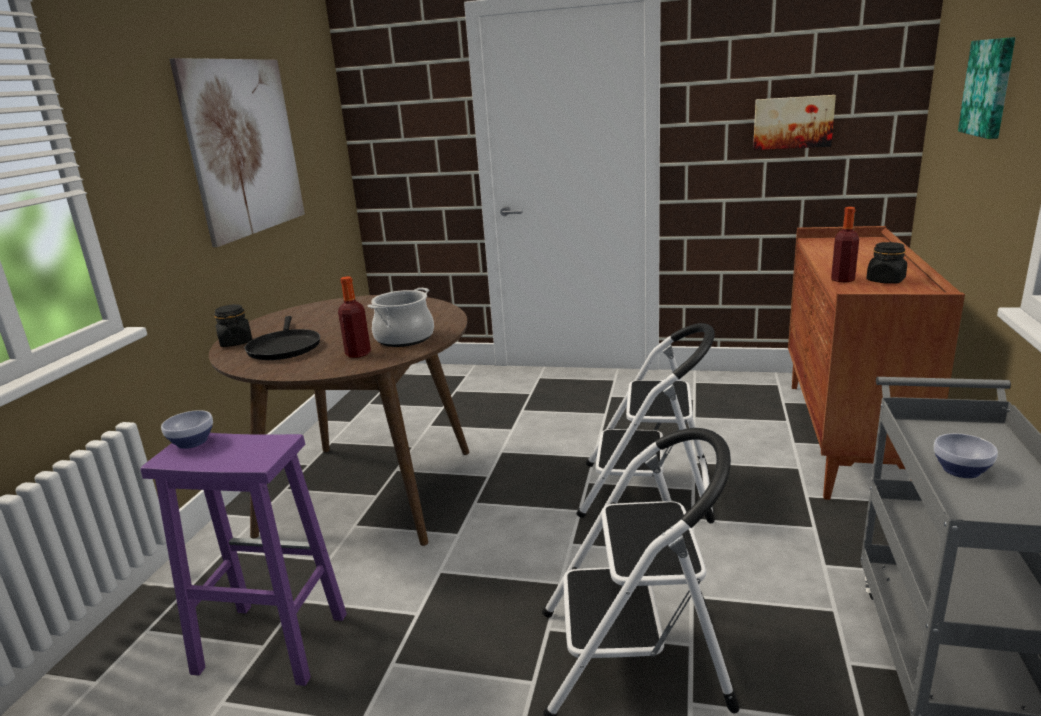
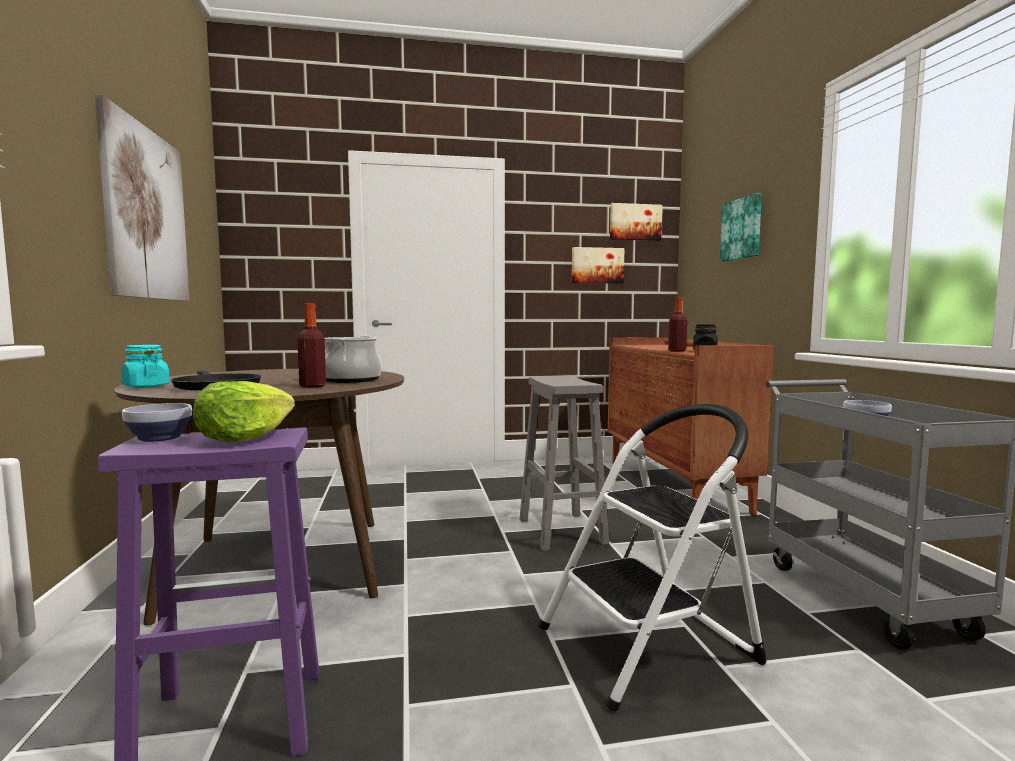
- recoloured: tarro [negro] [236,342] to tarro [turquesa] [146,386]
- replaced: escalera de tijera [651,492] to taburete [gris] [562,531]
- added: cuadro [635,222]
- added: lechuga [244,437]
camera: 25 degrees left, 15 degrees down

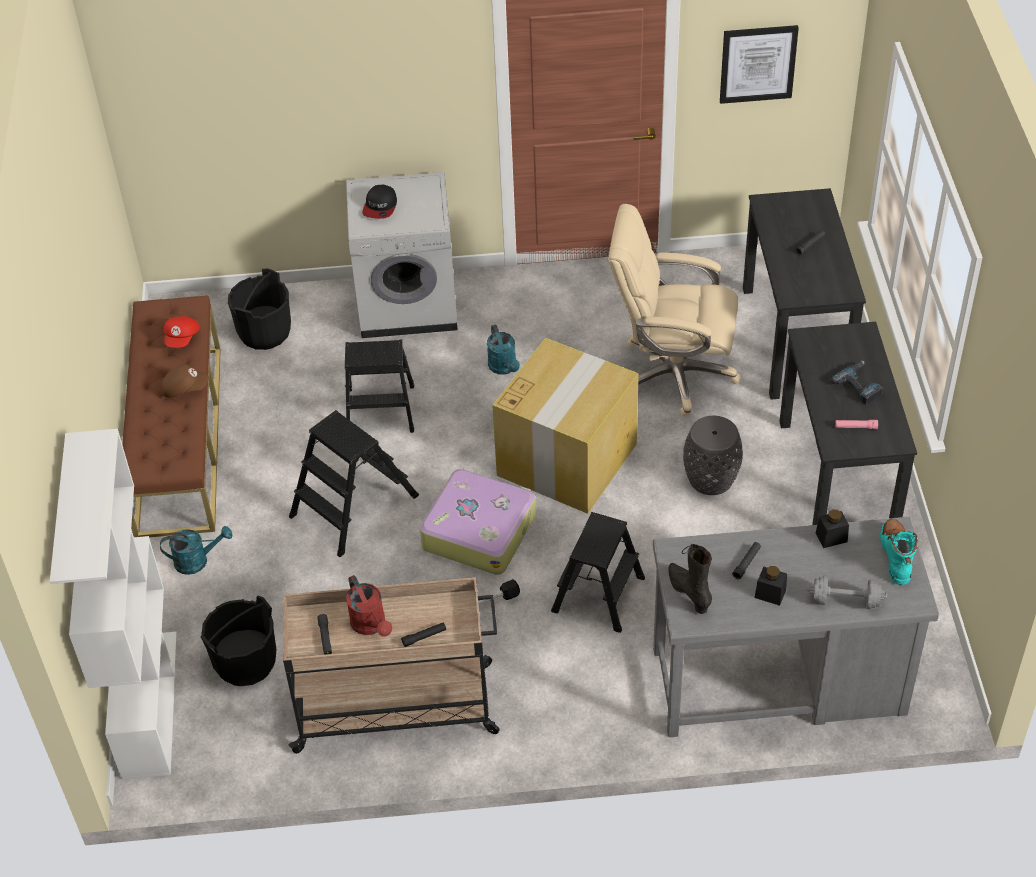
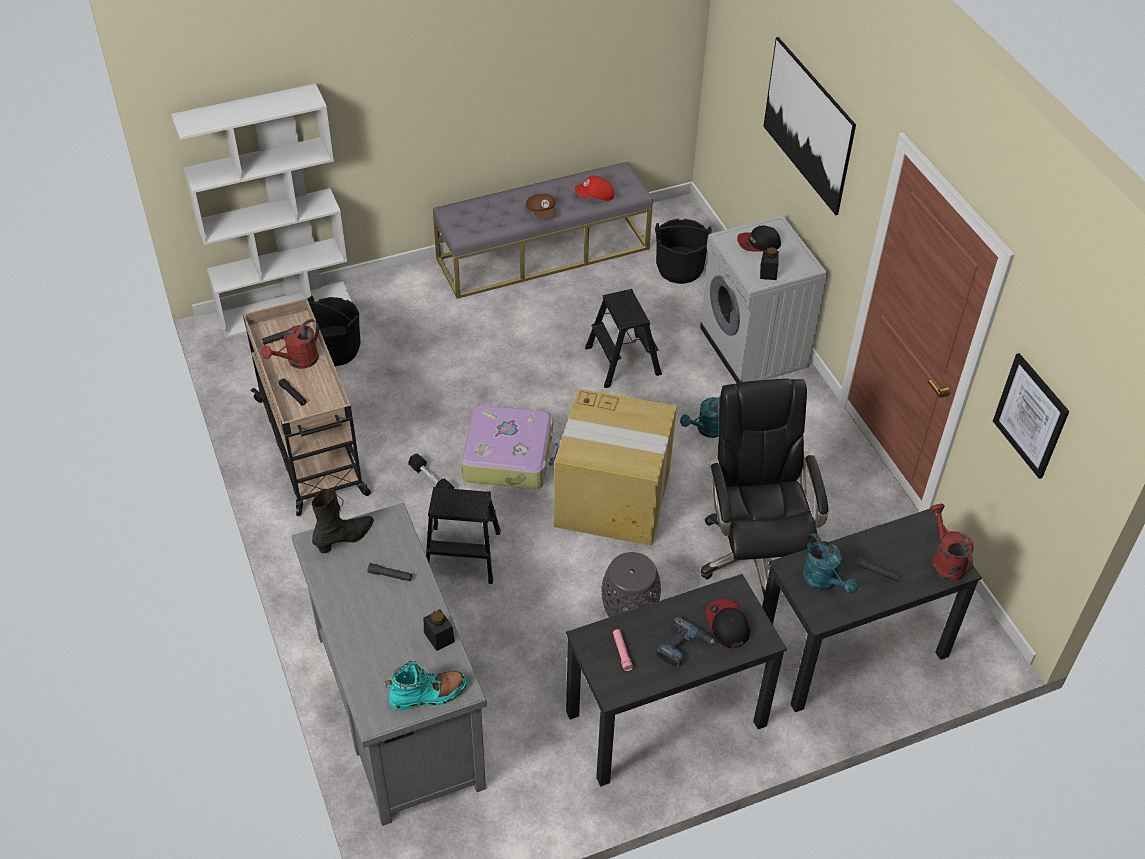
- recoloured: silla de oficina [beis] [673,374] to silla de oficina [negro] [754,556]
- recoloured: banco [marrón] [179,439] to banco [gris] [543,253]
- removed: escalera de tijera [negro] [354,506]
- moved: regadera [turquesa] [197,561] to [824,582]
- moved: tarro [negro] [770,593] to [768,272]
- removed: mancuerna [gris] [845,601]
- added: cuadro [808,125]
- added: regadera [rojo] [945,560]
- added: gorra [727,624]
camera: 70 degrees right, 0 degrees up

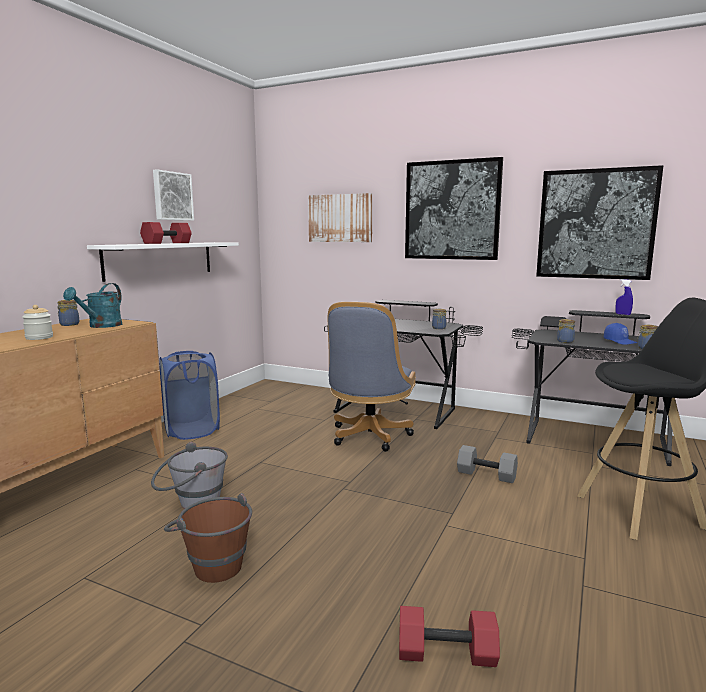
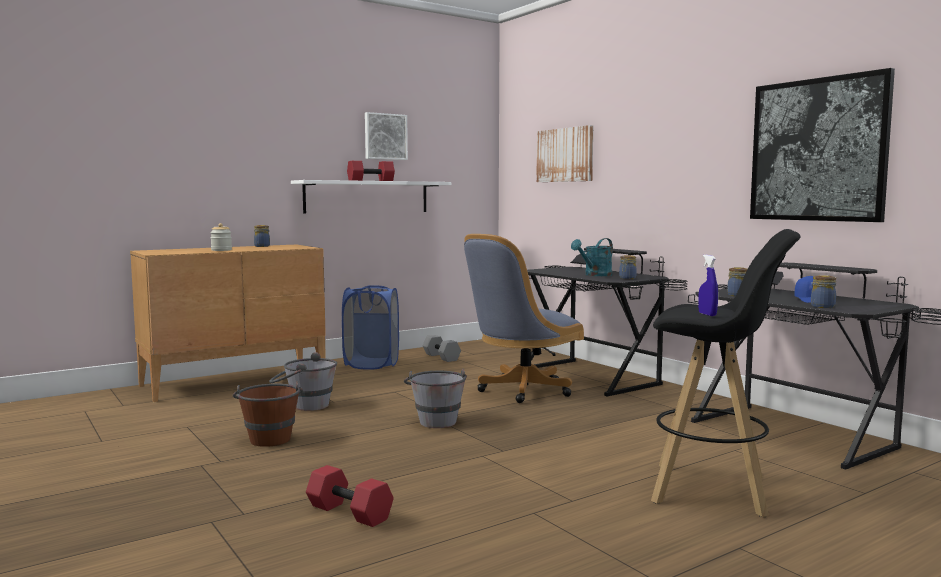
- removed: cuadro [452,210]
- moved: pulverizador [azul] [622,314] to [707,314]
- moved: regadera [turquesa] [101,326] to [595,275]
- moved: mancuerna [gris] [485,475] to [440,357]
- added: cubo [gris] [436,420]
camera: 30 degrees right, 5 degrees down

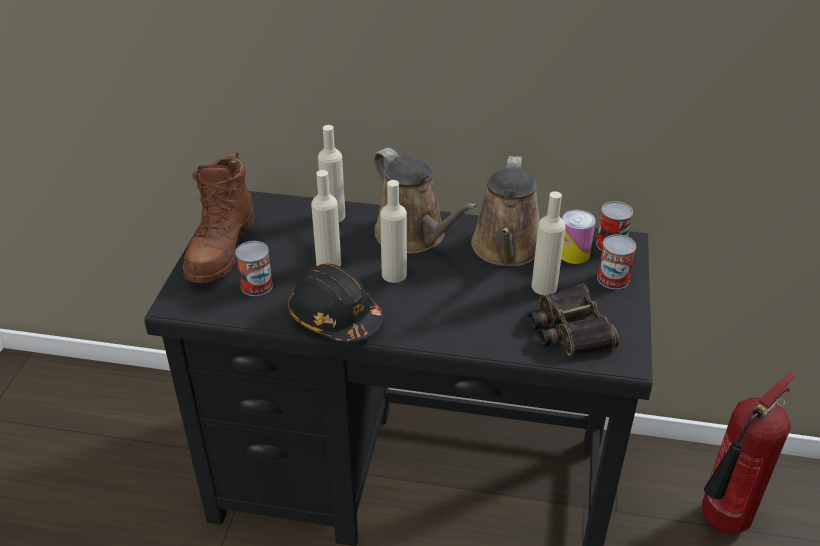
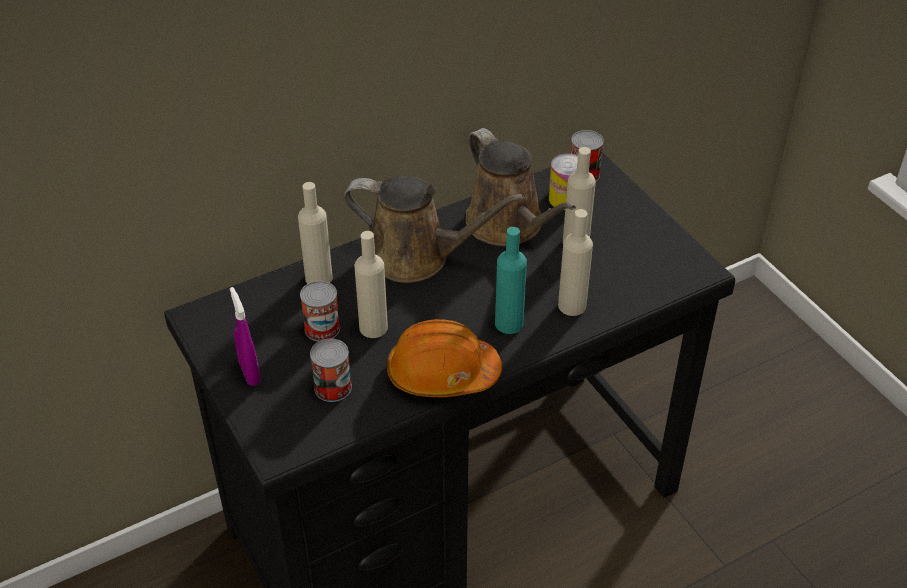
- replaced: bota [marrón] [221,248] to pulverizador [morado] [250,373]
- moved: botella [beis] [394,274] to [572,305]
- moved: lata [613,279] to [322,328]
- recoloured: casco [negro] [335,318] to casco [naranja] [442,374]
- removed: prismáticos [568,329]
- removed: extintor [721,523]
- added: botella [turquesa] [509,323]
camera: 40 degrees left, 5 degrees up

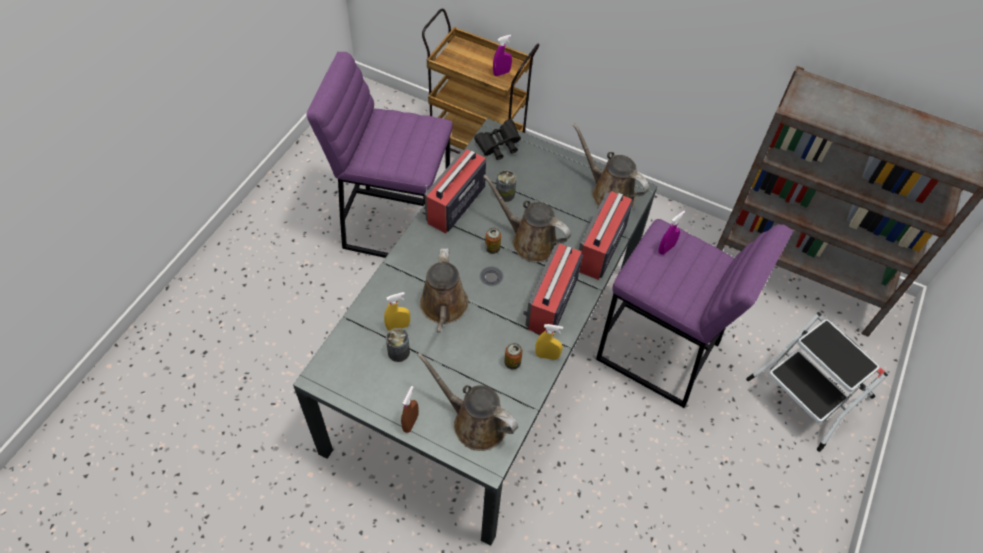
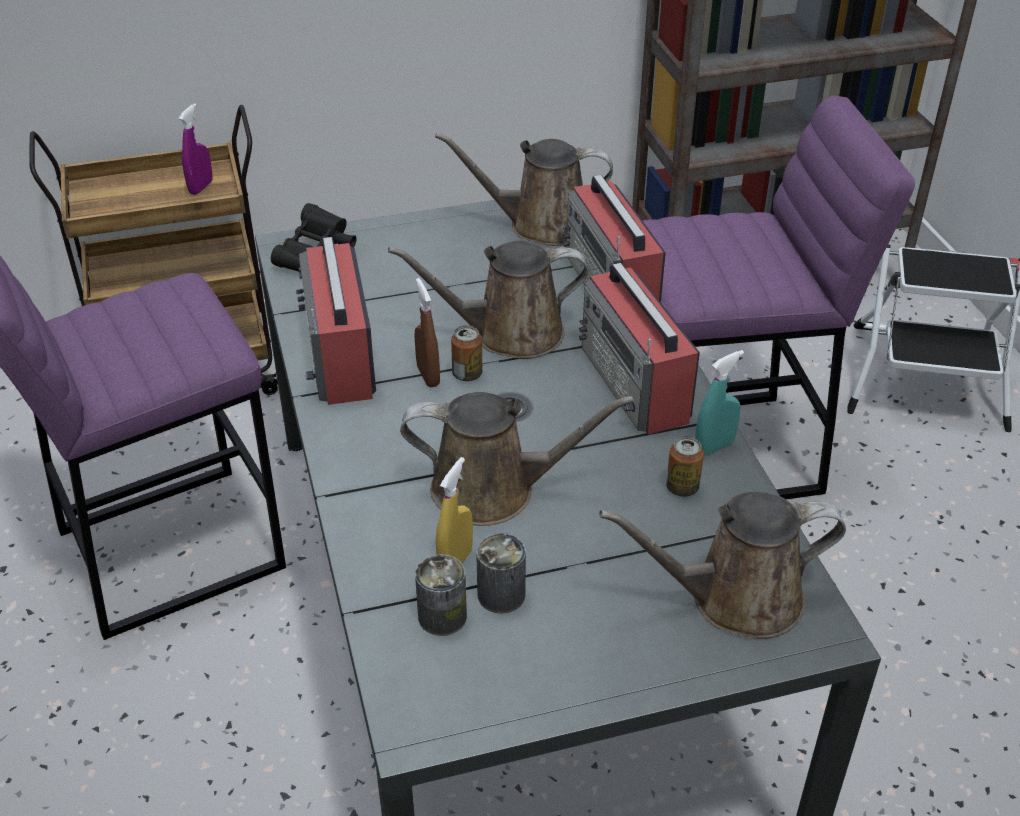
- moved: lata [505,194] to [442,616]
- removed: pulverizador [morado] [666,249]
- turned: regadera [marrón] [444,308] = [494,490] 45 degrees counterclockwise
- recoloured: pulverizador [amarillo] [547,355] to pulverizador [turquesa] [714,447]
- moved: pulverizador [marrón] [410,422] to [428,376]
camera: 40 degrees left, 15 degrees down

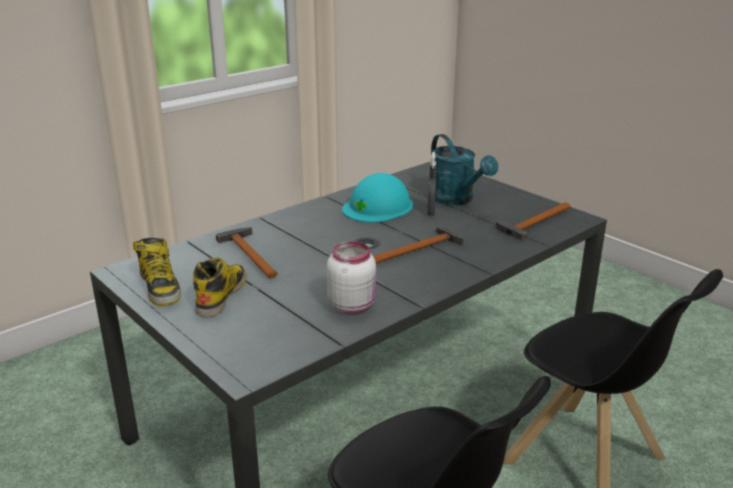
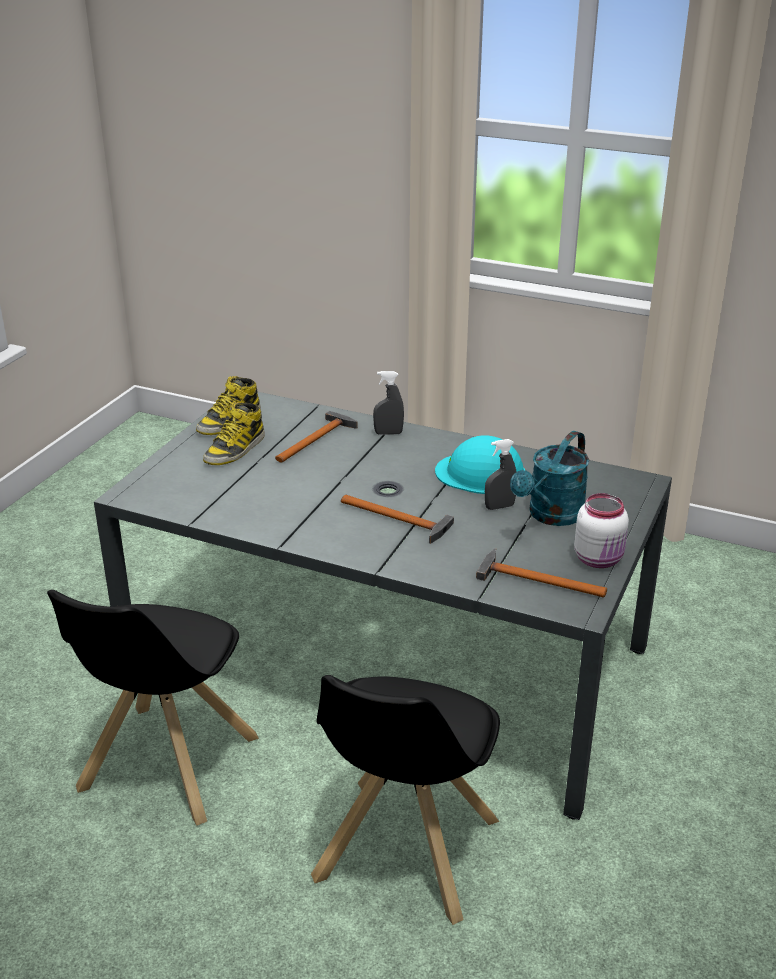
- moved: tarro [blanco] [352,306] to [599,559]
- turned: bota [221,295] = [235,450] 135 degrees clockwise
- added: pulverizador [gris] [388,433]
camera: 65 degrees right, 5 degrees up

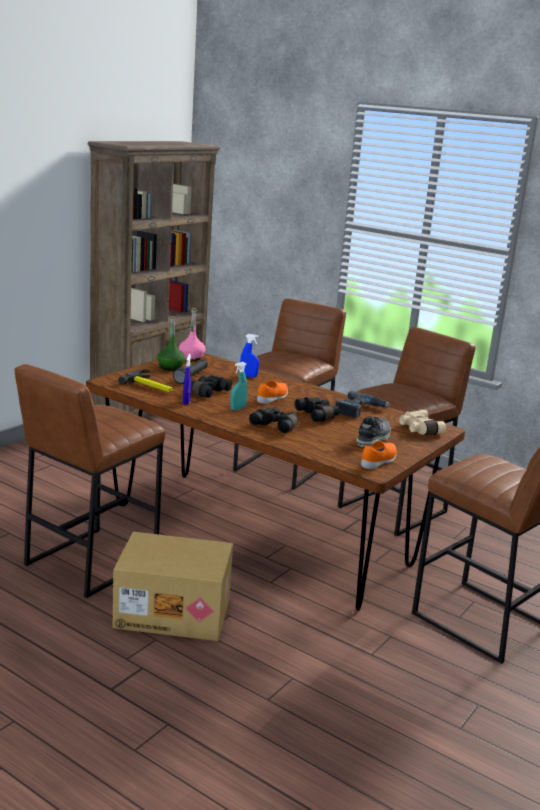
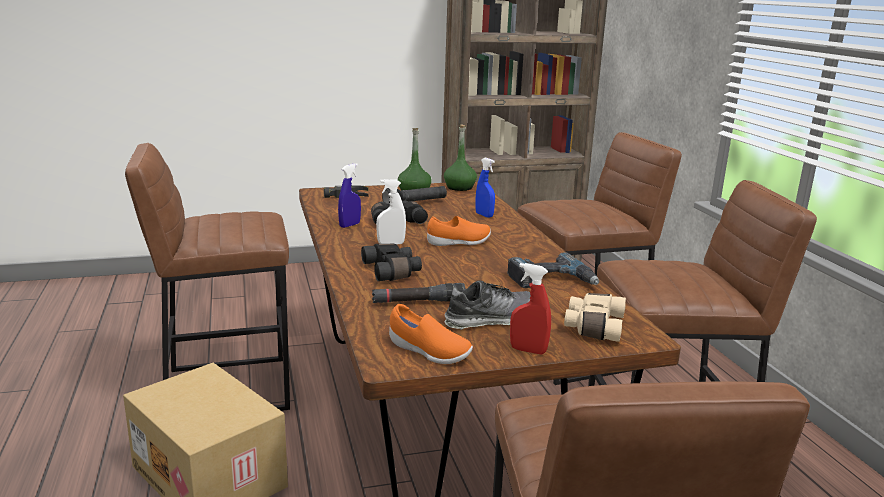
- recoloured: botella [rosa] [191,357] to botella [verde] [460,187]
- recoloured: pulverizador [turquesa] [238,408] to pulverizador [blanco] [391,243]
- removed: prismáticos [negro] [318,415]
- turned: zapato [naranja] [379,462] = [428,352] 45 degrees clockwise
- added: pulverizador [rojo] [528,350]
- added: linterna [negro] [418,302]
camera: 40 degrees right, 0 degrees up

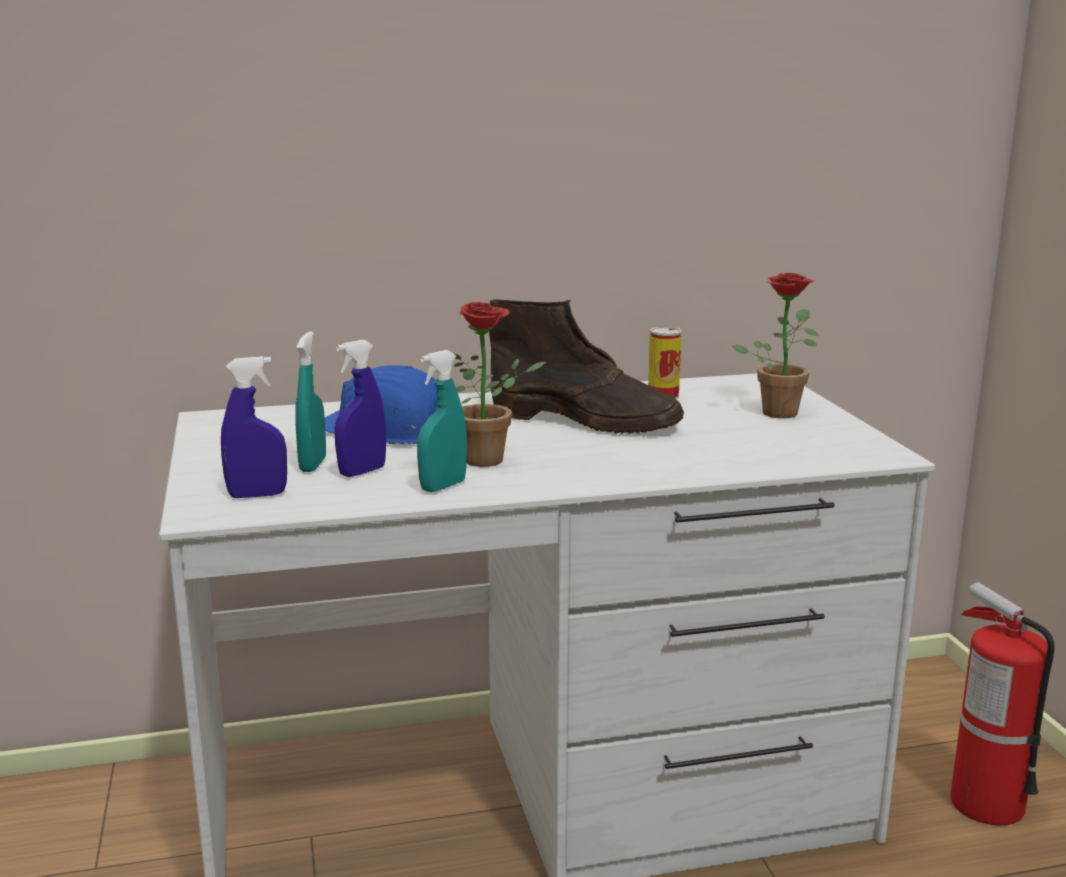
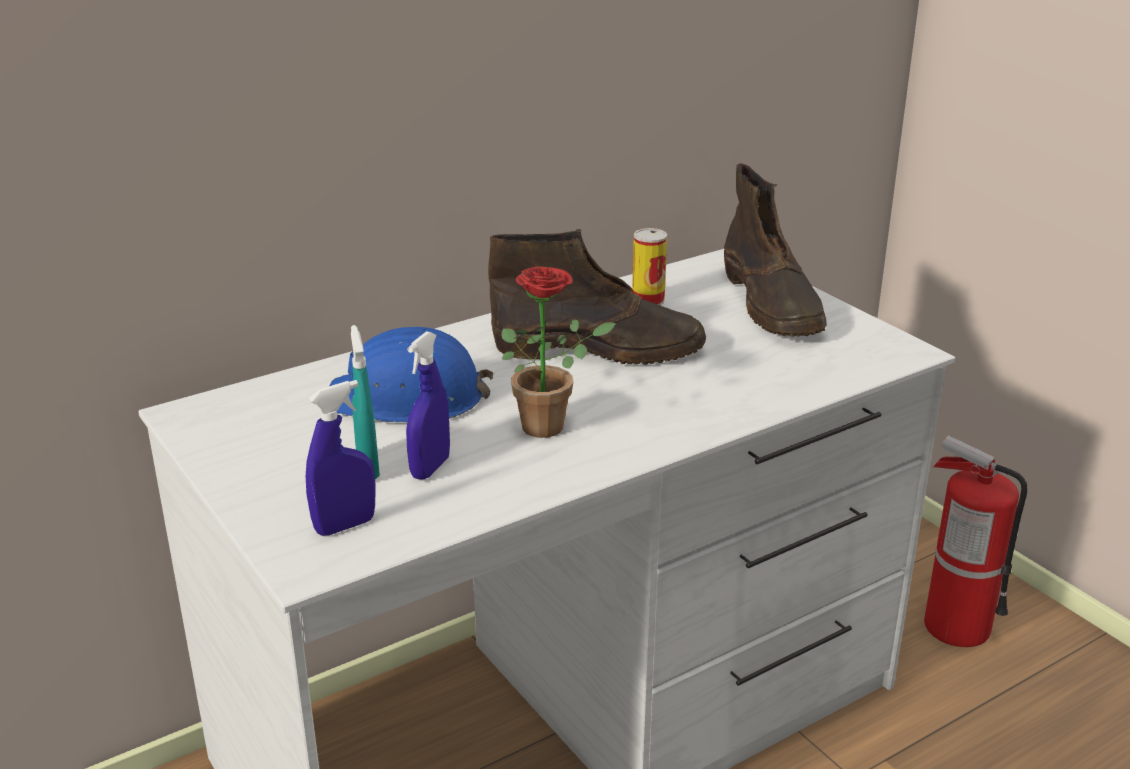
- replaced: planta en maceta [779,410] to bota [marrón] [772,304]
- removed: pulverizador [turquesa] [443,486]
camera: 20 degrees left, 10 degrees up

